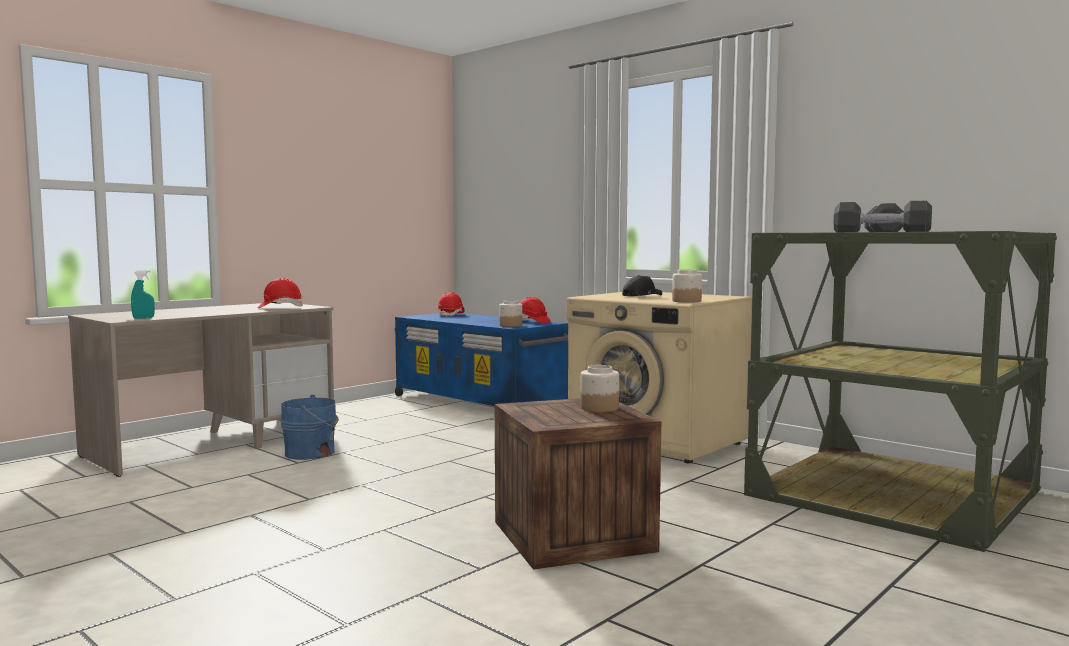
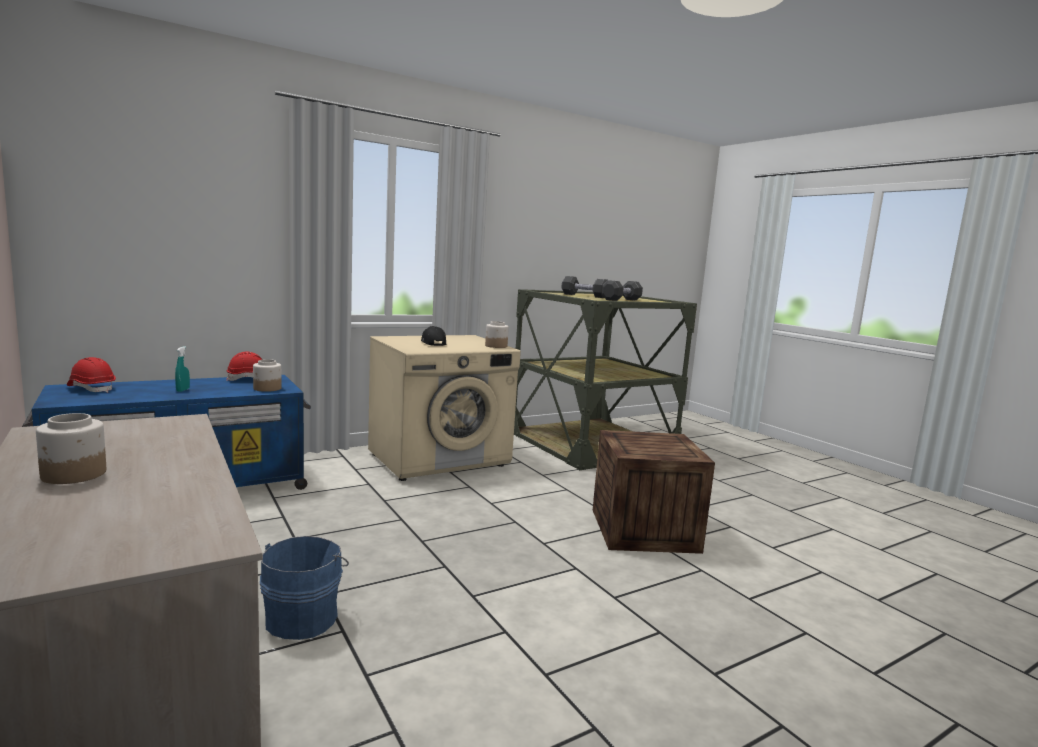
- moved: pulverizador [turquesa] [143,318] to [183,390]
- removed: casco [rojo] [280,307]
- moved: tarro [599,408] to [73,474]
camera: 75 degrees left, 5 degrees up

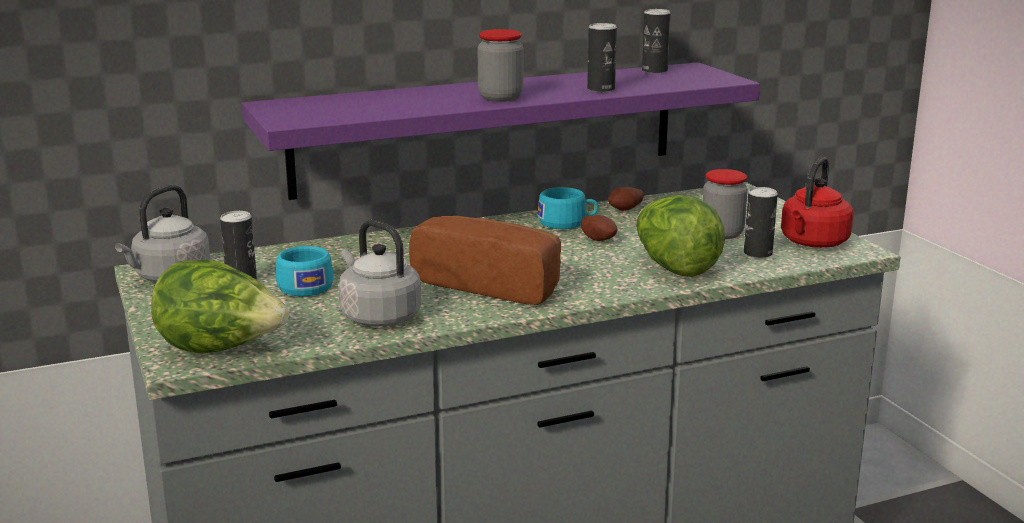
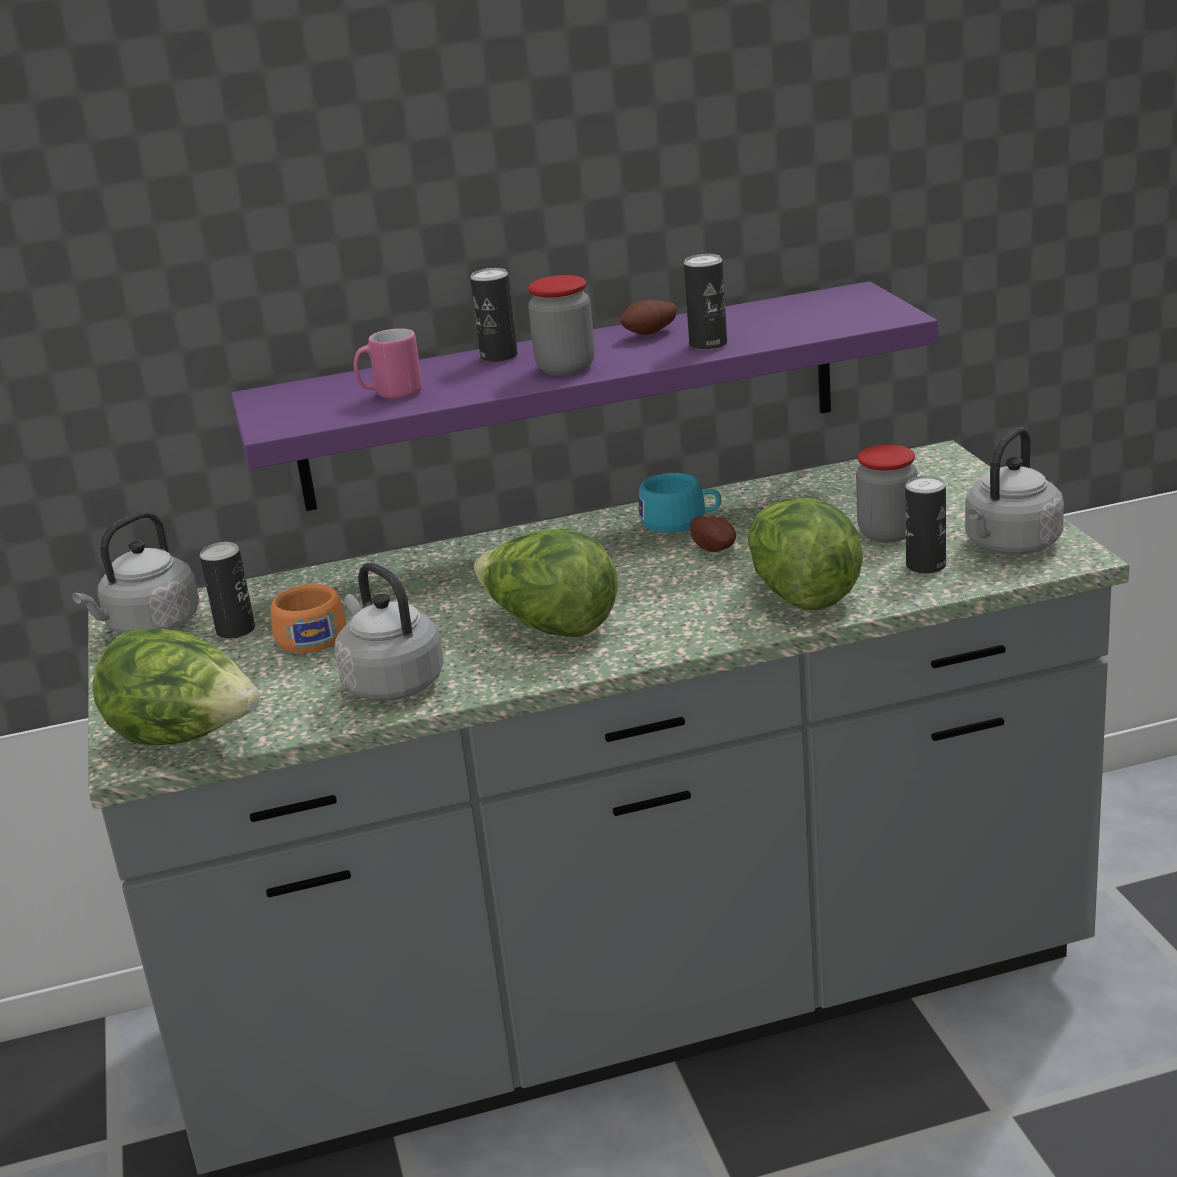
- moved: lata [654,70] to [499,357]
- recoloured: hervidor [rojo] [813,243] to hervidor [gris] [1010,546]
- moved: patata [626,210] to [651,334]
- replaced: pan [492,284] to lechuga [550,627]
- recoloured: taza [turquesa] [303,286] to taza [naranja] [310,636]
- added: taza grande [rosa] [391,394]
camera: 10 degrees right, 5 degrees up

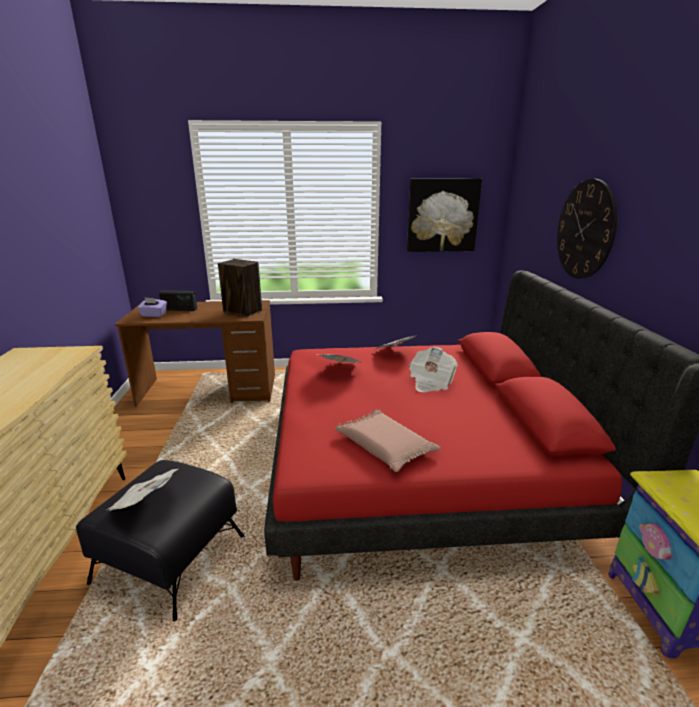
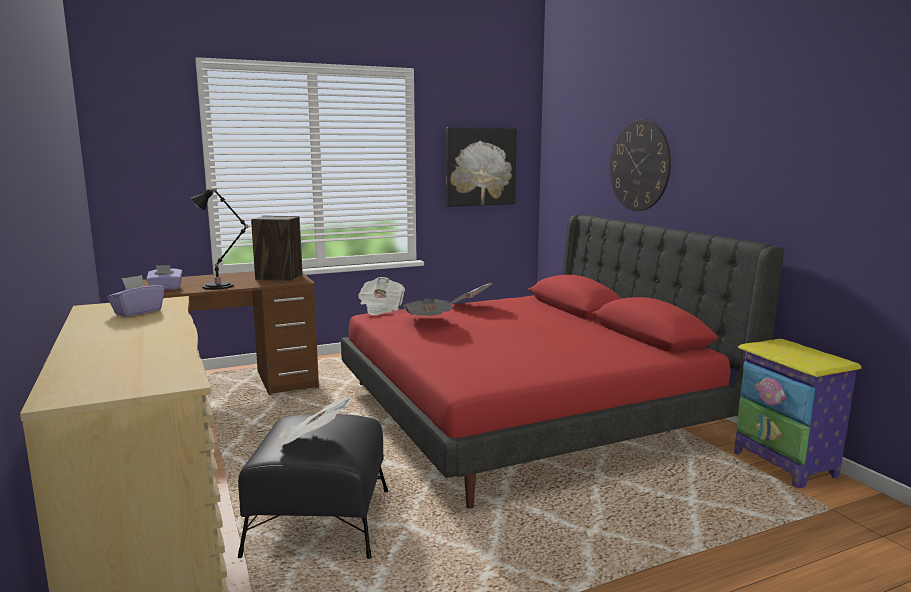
- removed: radio [179,309]
- moved: periódico [430,382] to [381,309]
- removed: cojín [beis] [385,444]
- added: lámpara de mesa [negro] [220,286]
- added: caja de pañuelos [morado] [138,312]
camera: 20 degrees left, 10 degrees down

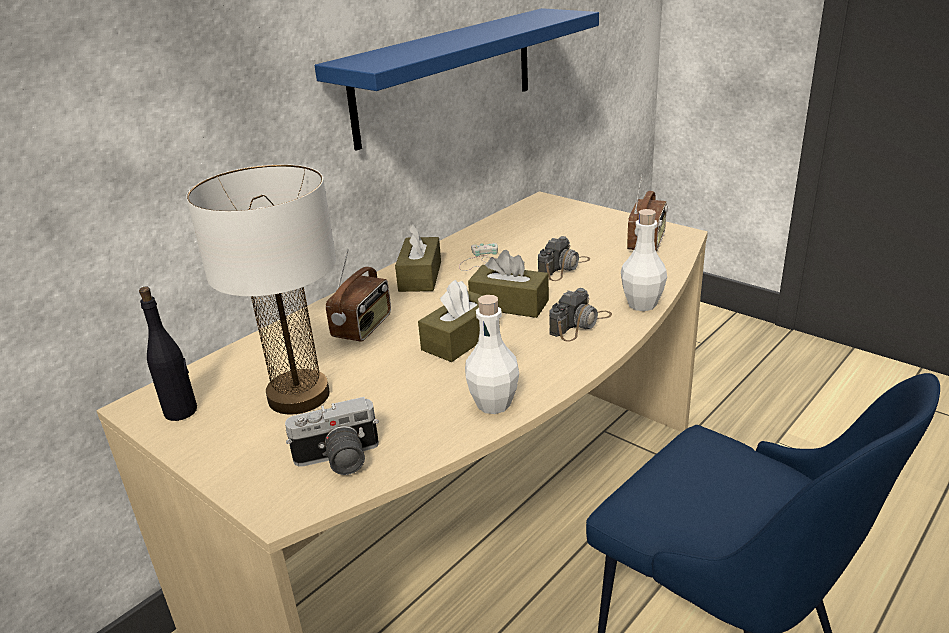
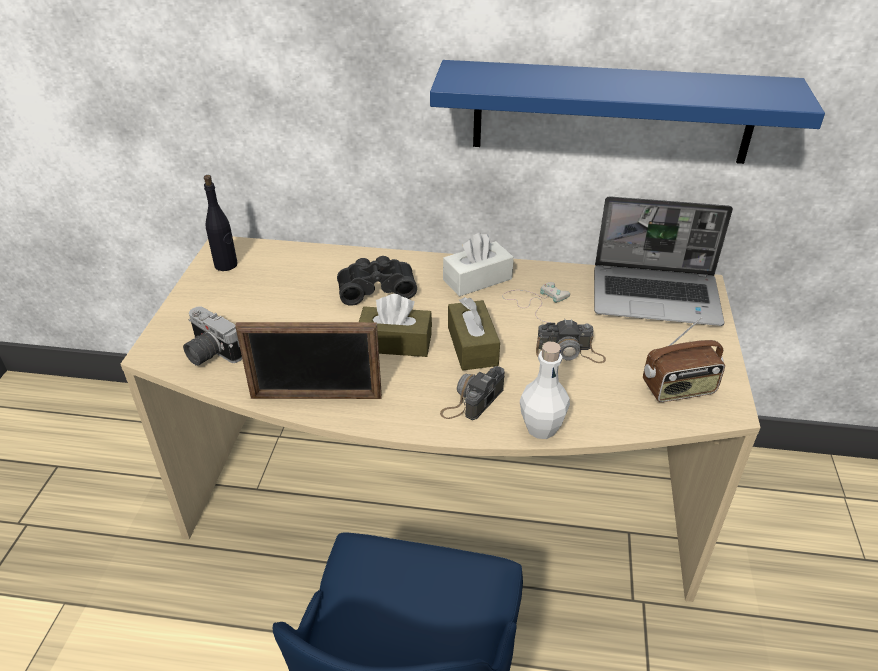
- removed: lámpara de mesa [299,395]
- recoloured: caja de pañuelos [marrón] [420,276] to caja de pañuelos [blanco] [477,279]
- replaced: radio [363,327] to prismáticos [negro] [376,288]
- turned: cámara [580,324] = [472,400] 120 degrees clockwise
- replaced: botella [blanco] [493,404] to portarretratos [316,397]
- added: portátil [657,296]
camera: 55 degrees right, 10 degrees up

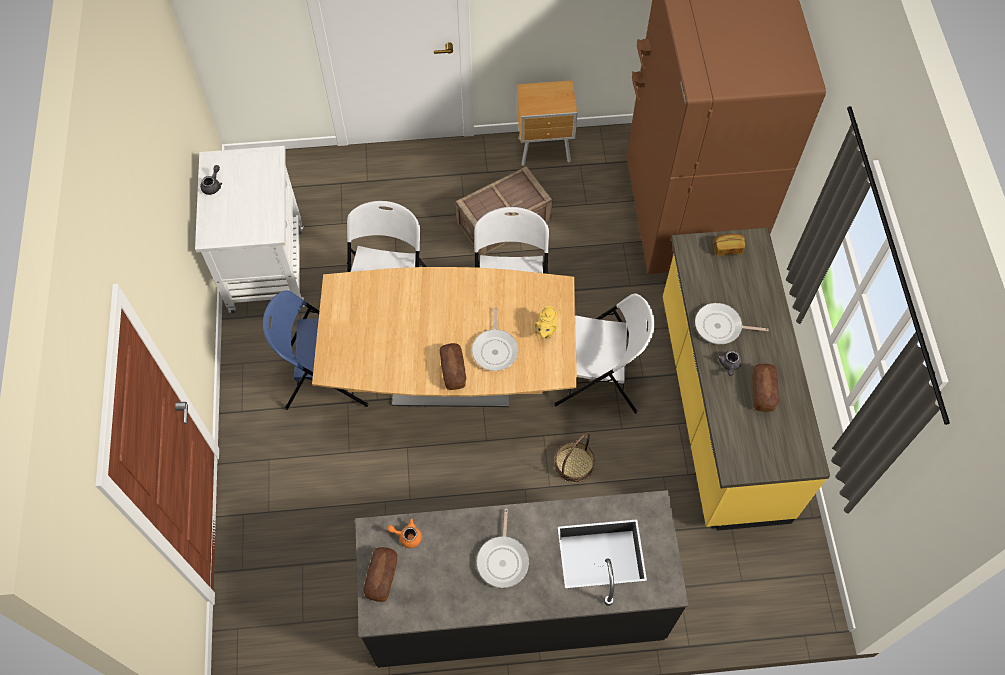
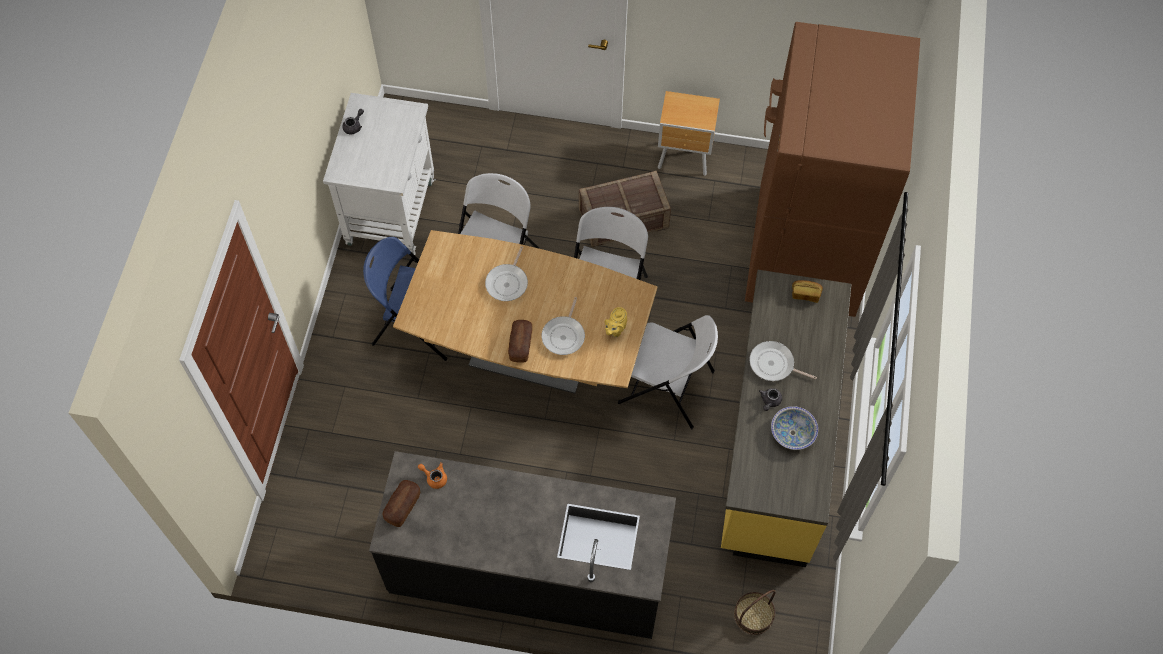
- replaced: pan [763,391] to cuenco [792,433]
- moved: cesta [574,464] to [753,615]
- moved: sartén [503,559] to [508,282]
camera: 15 degrees right, 0 degrees up

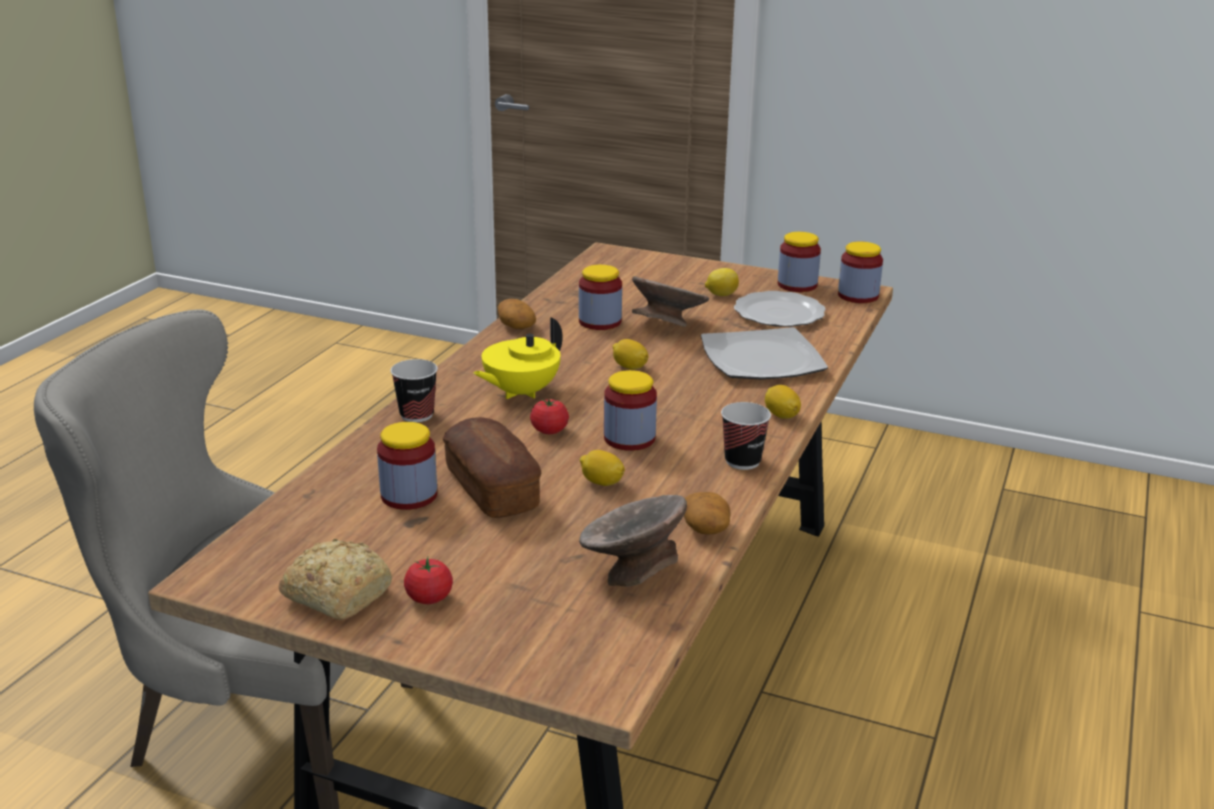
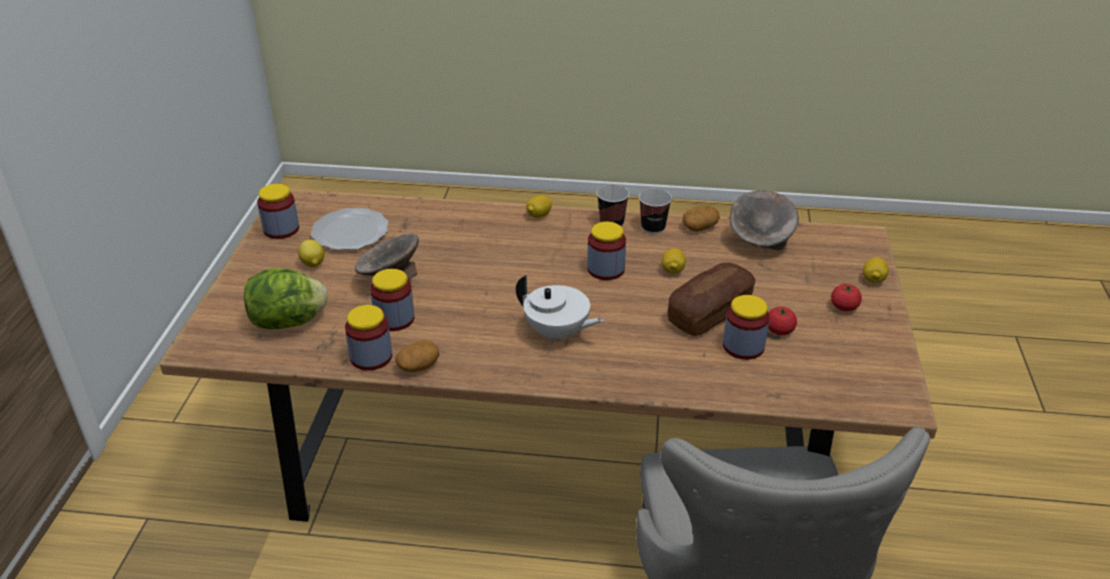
- moved: tarro [858,296] to [371,357]
- recoloured: tetera [amarillo] [520,392] to tetera [blanco] [557,333]
- removed: plato [763,360]
- moved: limón [629,367] to [873,280]
- moved: taza [416,415] to [653,228]
- moved: tomate [549,430] to [779,331]
- removed: pan [337,594]
- added: lechuga [289,322]
camera: 105 degrees left, 10 degrees up

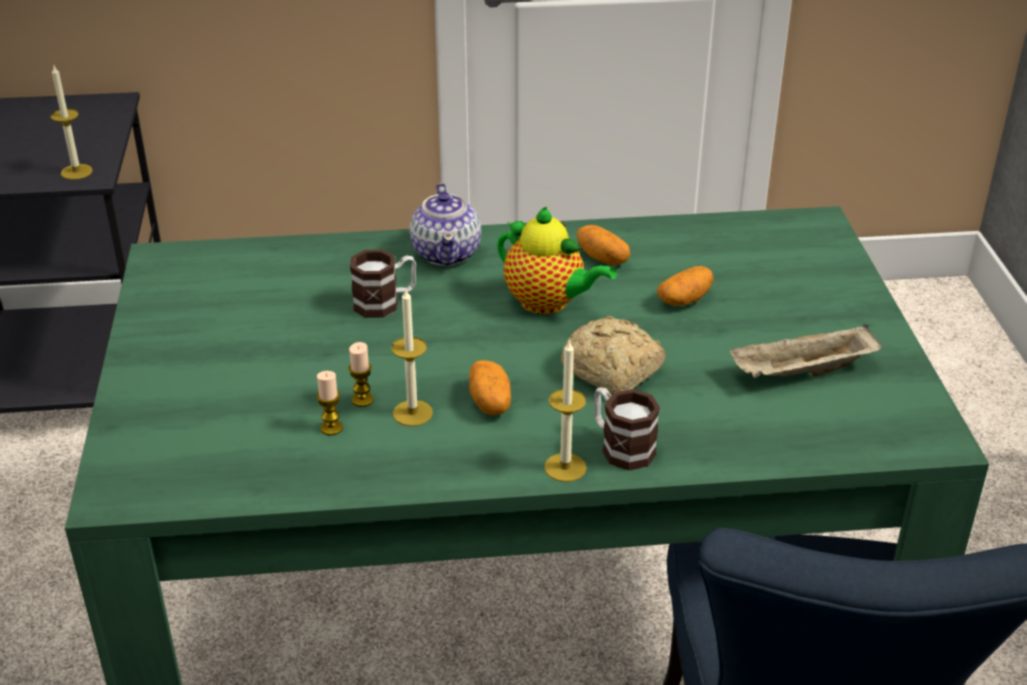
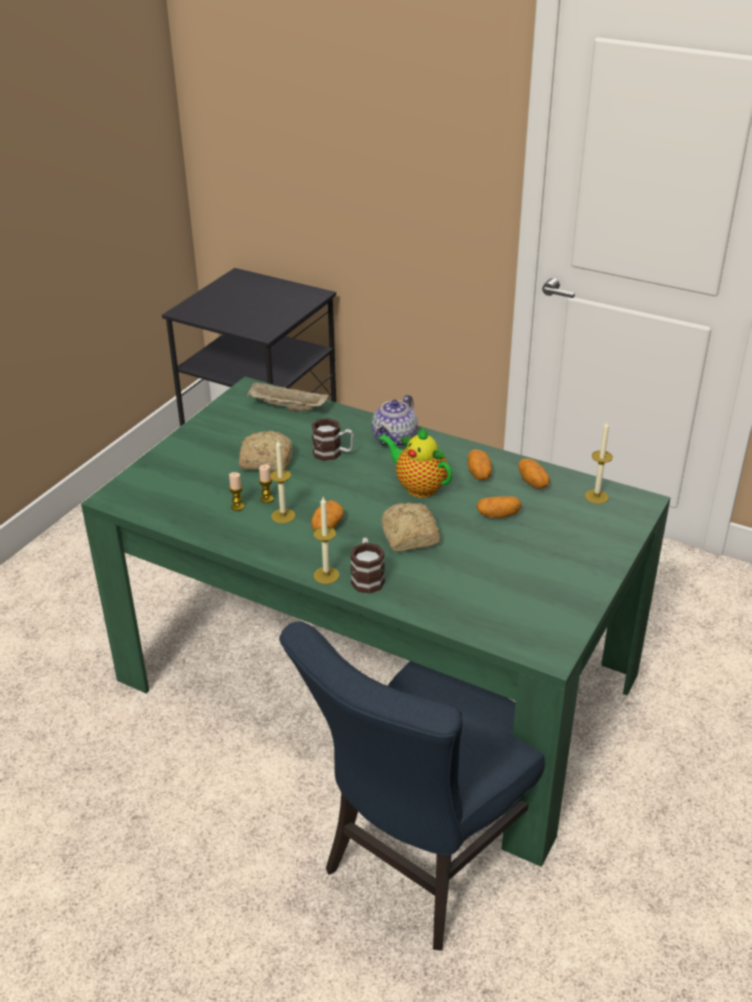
- moved: vela [76,172] to [596,496]
- turned: tetera [548,303] = [418,487] 150 degrees clockwise
- moved: bandeja [beis] [802,373] to [286,408]
- added: pan [265,461]
- added: patata [533,482]
camera: 35 degrees right, 0 degrees up

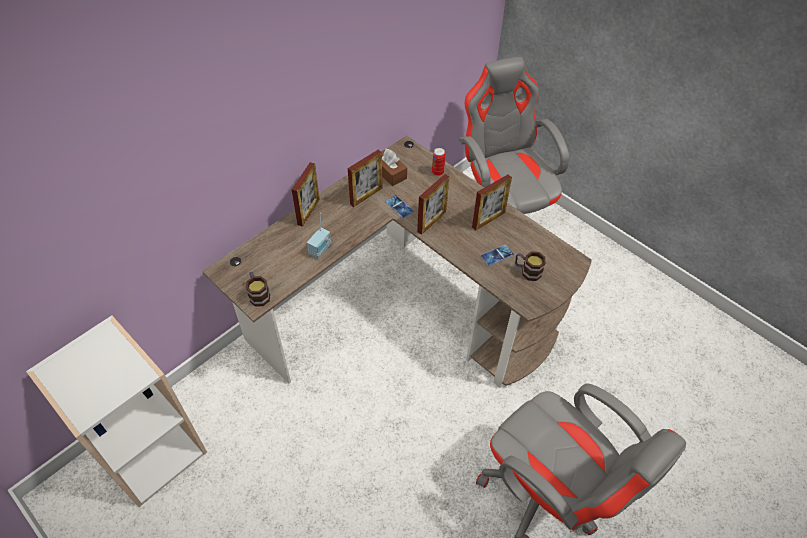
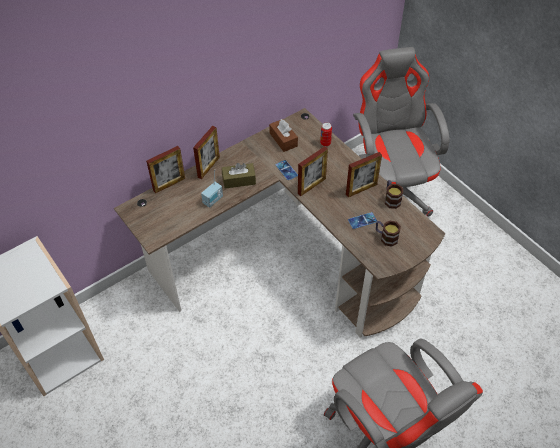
- moved: portarretratos [366,196] to [169,184]
- moved: taza grande [258,294] to [391,199]
- added: caja de pañuelos [marrón] [239,180]
camera: 10 degrees right, 0 degrees up

